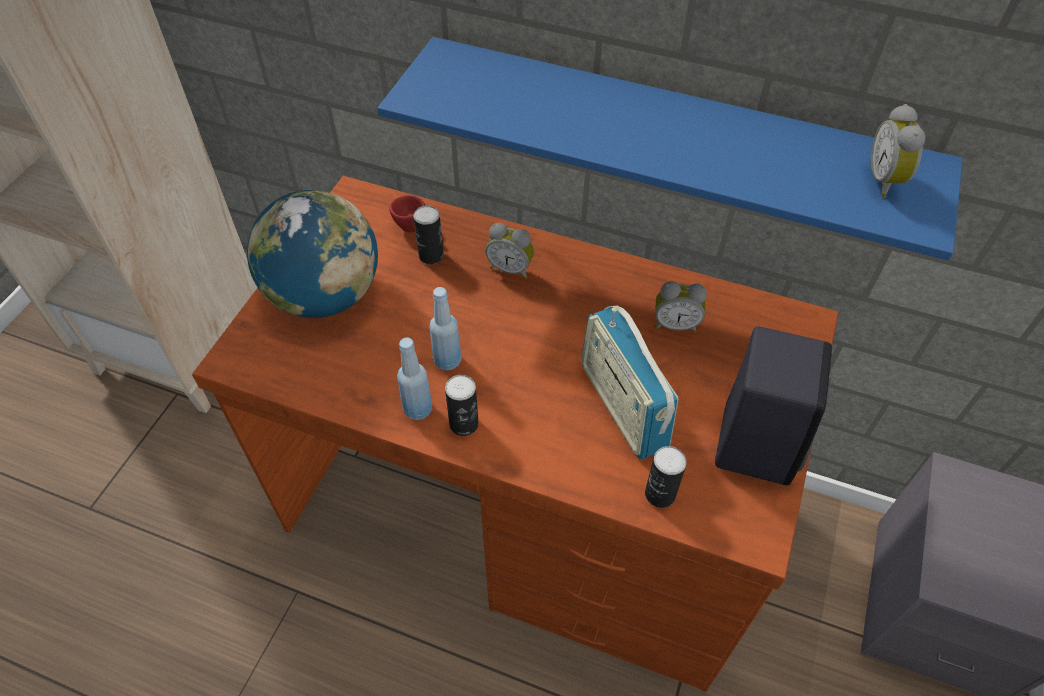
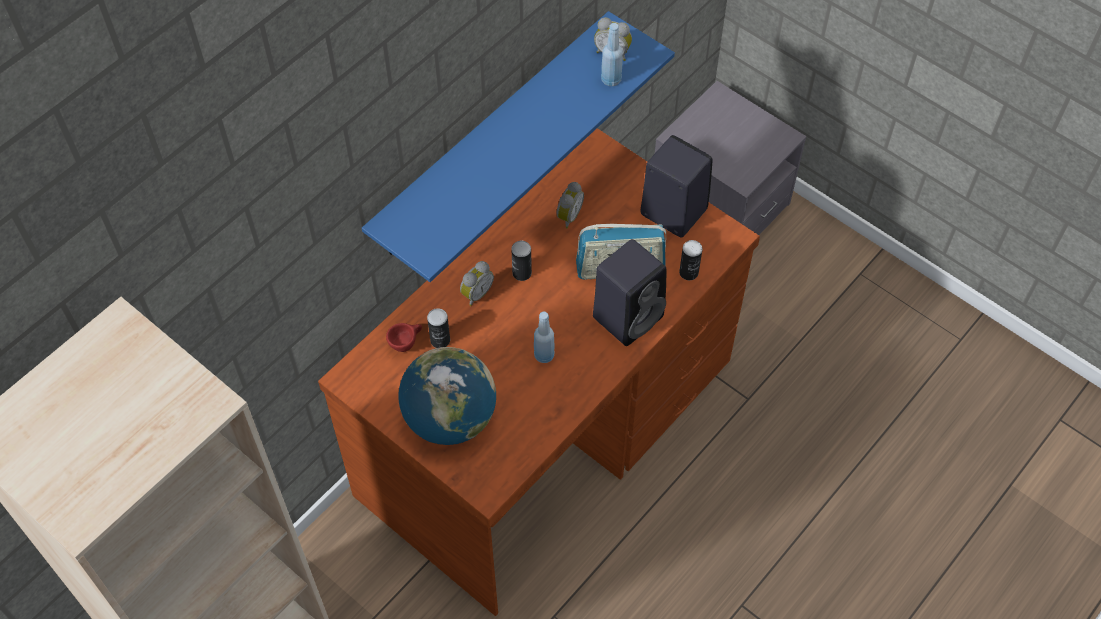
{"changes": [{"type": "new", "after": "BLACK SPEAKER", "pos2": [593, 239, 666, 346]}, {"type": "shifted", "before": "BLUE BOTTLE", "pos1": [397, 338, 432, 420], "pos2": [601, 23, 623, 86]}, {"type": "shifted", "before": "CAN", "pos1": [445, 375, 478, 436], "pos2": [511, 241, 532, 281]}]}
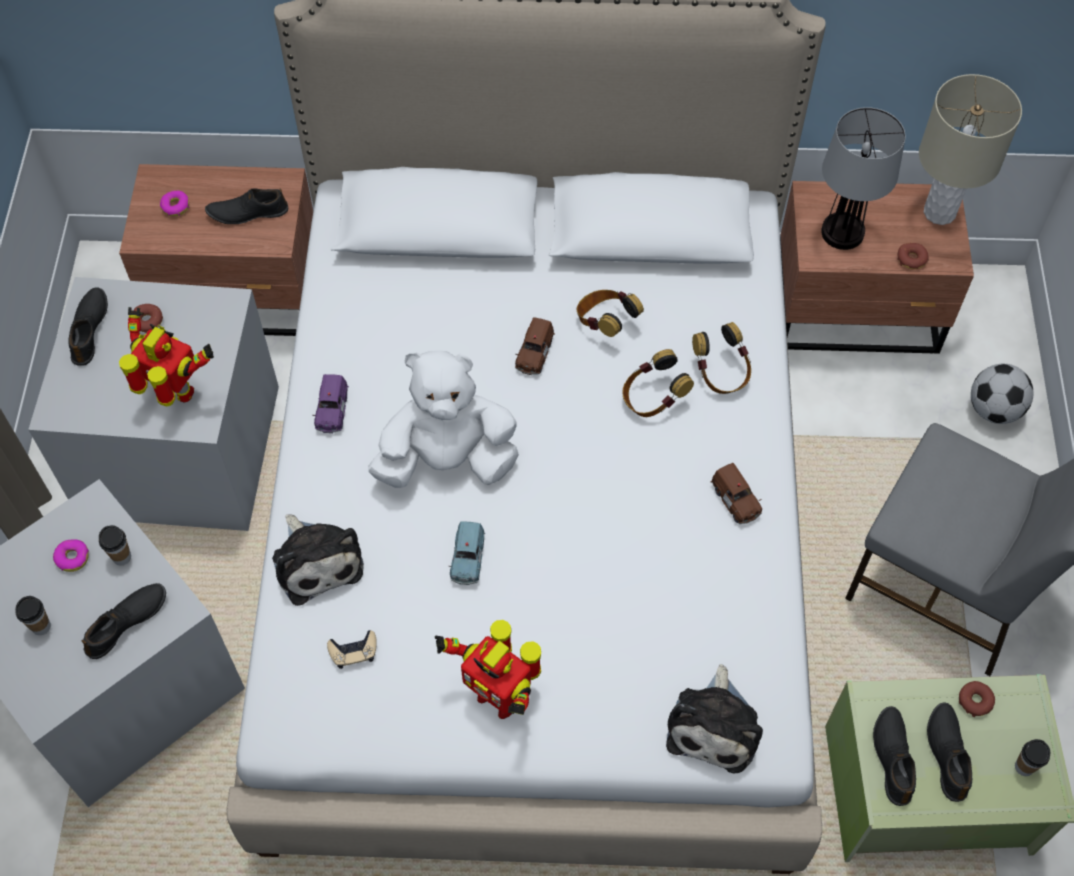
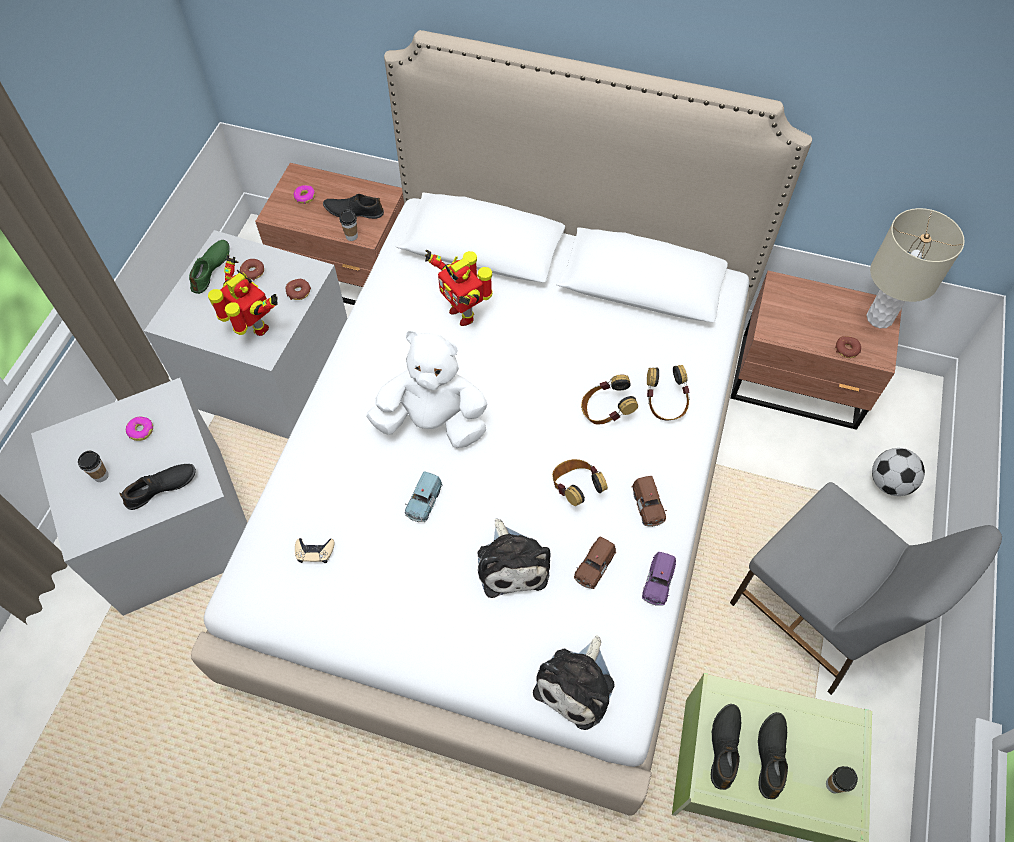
{"changes": [{"type": "gone", "before": "TABLE LAMP", "pos1": [821, 107, 905, 250]}, {"type": "shifted", "before": "CUP", "pos1": [99, 525, 131, 565], "pos2": [340, 210, 358, 241]}, {"type": "shifted", "before": "PLUSH TOY", "pos1": [272, 514, 364, 606], "pos2": [477, 519, 551, 598]}, {"type": "shifted", "before": "PURPLE TOY CAR", "pos1": [312, 374, 349, 433], "pos2": [642, 552, 676, 606]}, {"type": "shifted", "before": "TOY ROBOT", "pos1": [435, 620, 541, 719], "pos2": [425, 249, 493, 326]}, {"type": "shifted", "before": "BROWN TOY CAR", "pos1": [515, 317, 555, 375], "pos2": [574, 537, 616, 589]}, {"type": "shifted", "before": "HEADPHONES", "pos1": [577, 290, 644, 337], "pos2": [552, 459, 608, 506]}, {"type": "shifted", "before": "DONUT", "pos1": [959, 681, 995, 717], "pos2": [286, 279, 311, 300]}, {"type": "repainted", "before": "BLACK SHOE", "after": "GREEN SHOE", "pos1": [68, 287, 108, 366], "pos2": [189, 240, 230, 294]}]}
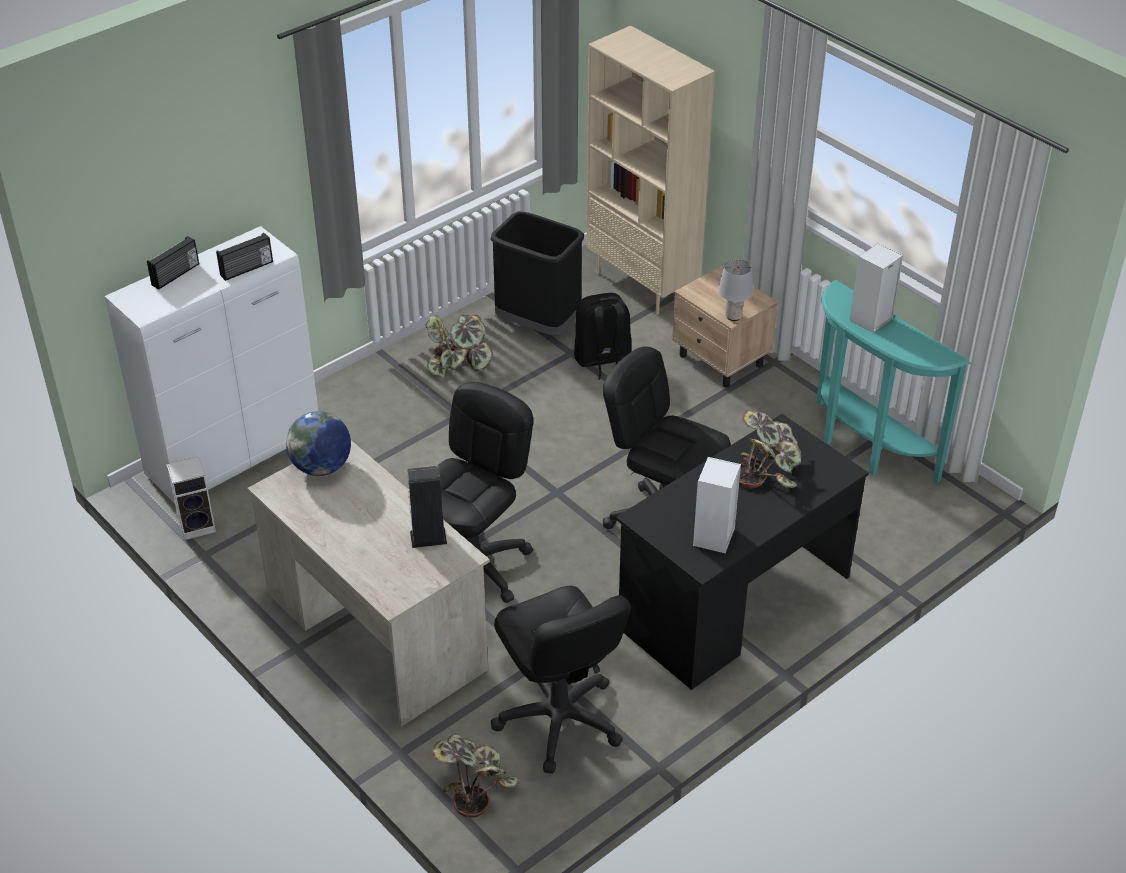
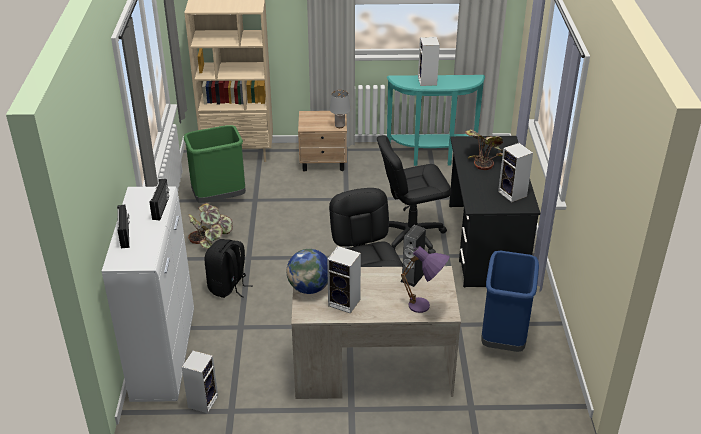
{"changes": [{"type": "gone", "before": "POTTED PLANT", "pos1": [432, 734, 519, 818]}, {"type": "new", "after": "SPEAKER", "pos2": [327, 246, 361, 314]}, {"type": "new", "after": "PURPLE TABLE LAMP", "pos2": [401, 246, 450, 313]}, {"type": "shifted", "before": "BLACK BACKPACK", "pos1": [574, 293, 632, 380], "pos2": [204, 239, 253, 298]}, {"type": "swapped", "before": "BLACK OFFICE CHAIR", "after": "BLUE TRASH CAN", "pos1": [491, 586, 631, 774], "pos2": [481, 251, 539, 352]}, {"type": "repainted", "before": "BLACK TRASH CAN", "after": "GREEN TRASH CAN", "pos1": [490, 211, 584, 335], "pos2": [184, 125, 246, 203]}]}
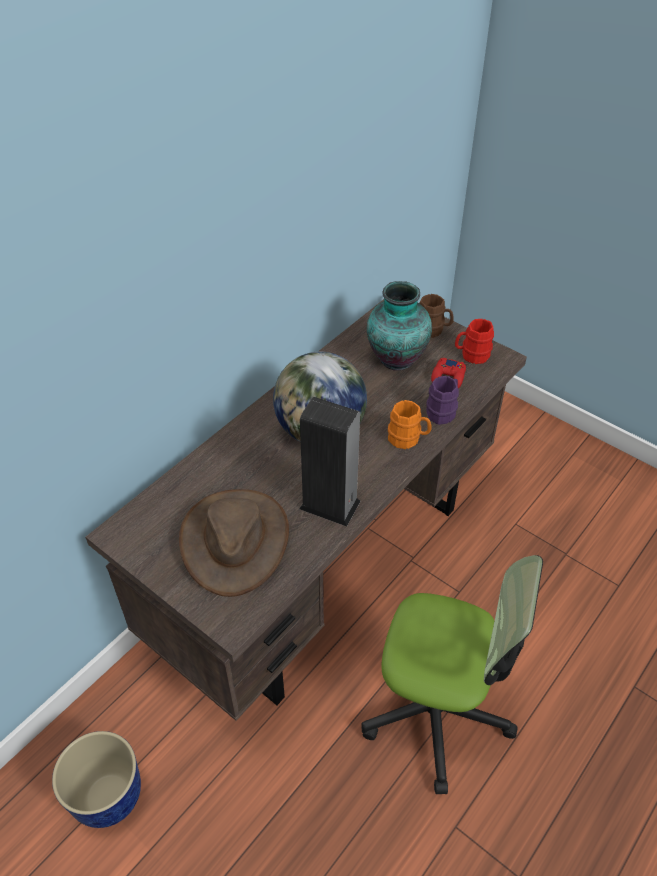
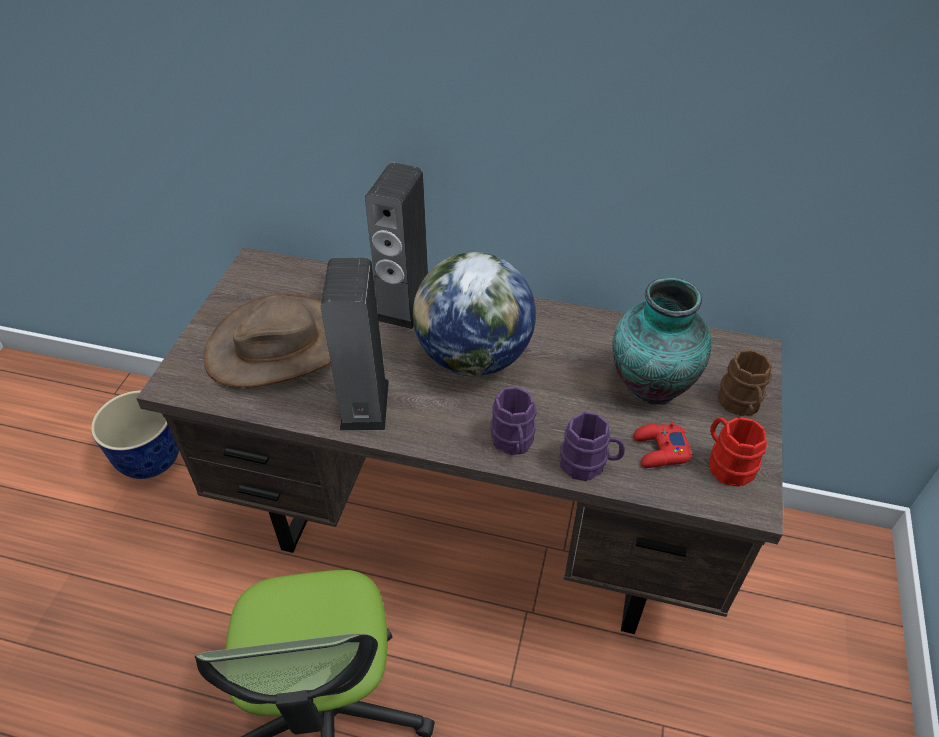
{"changes": [{"type": "new", "after": "SPEAKER", "pos2": [365, 162, 428, 329]}, {"type": "repainted", "before": "ORANGE MUG", "after": "PURPLE MUG", "pos1": [388, 400, 431, 449], "pos2": [490, 387, 536, 455]}]}
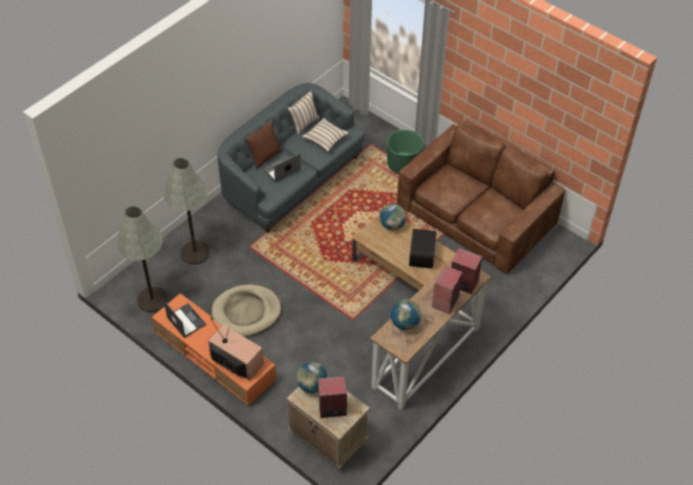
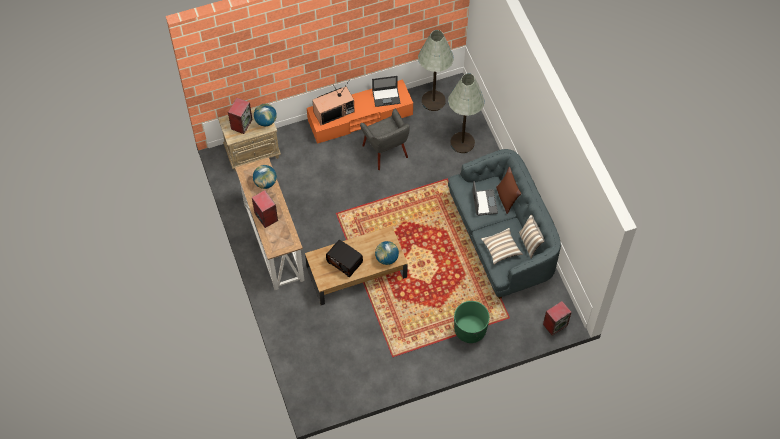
{"changes": [{"type": "gone", "before": "BROWN SOFA", "pos1": [397, 120, 565, 274]}, {"type": "shifted", "before": "SPEAKER", "pos1": [451, 248, 483, 294], "pos2": [543, 301, 572, 336]}, {"type": "swapped", "before": "BEIGE DOG BED", "after": "GREY ARMCHAIR", "pos1": [212, 284, 281, 337], "pos2": [360, 109, 410, 170]}]}
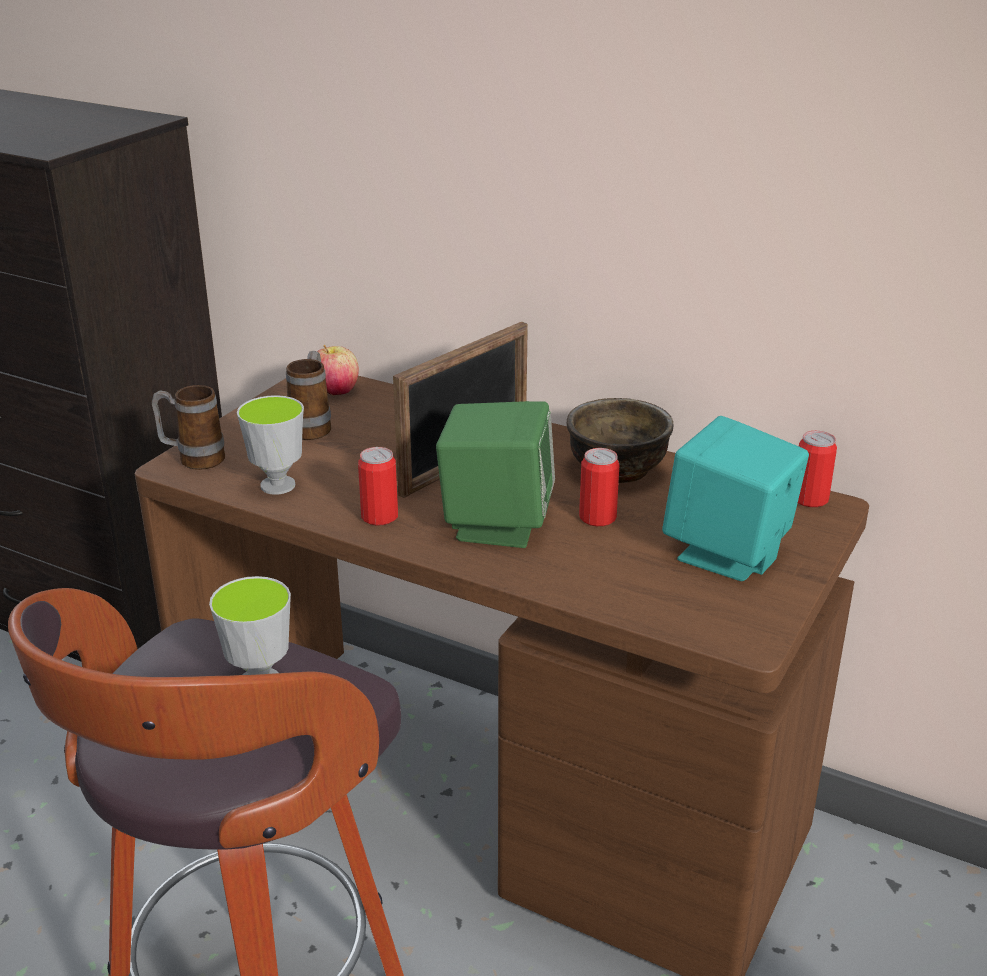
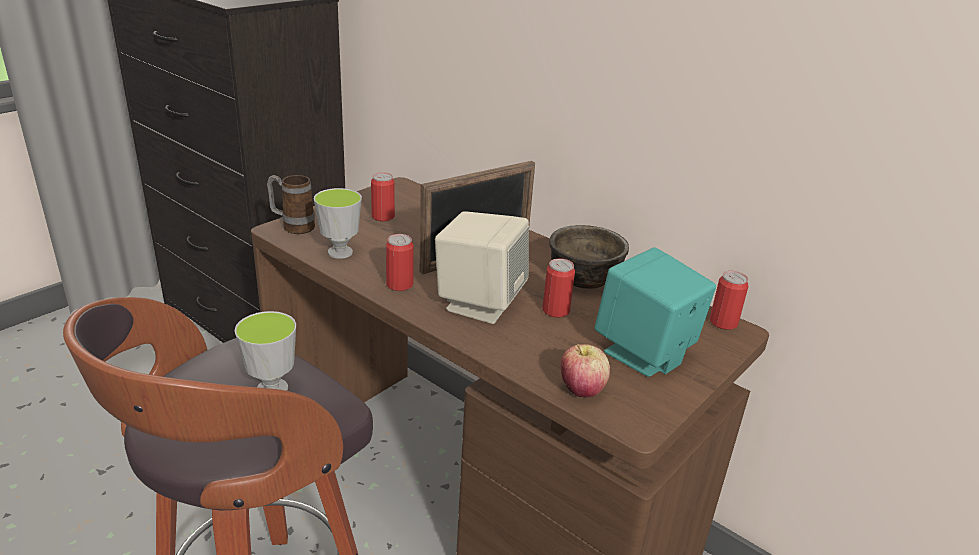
{"changes": [{"type": "shifted", "before": "APPLE", "pos1": [317, 345, 359, 395], "pos2": [561, 344, 610, 397]}, {"type": "swapped", "before": "MUG", "after": "CAN", "pos1": [286, 351, 331, 440], "pos2": [371, 172, 395, 221]}, {"type": "repainted", "before": "GREEN SPEAKER", "after": "BEIGE SPEAKER", "pos1": [436, 401, 555, 548], "pos2": [435, 211, 529, 324]}]}
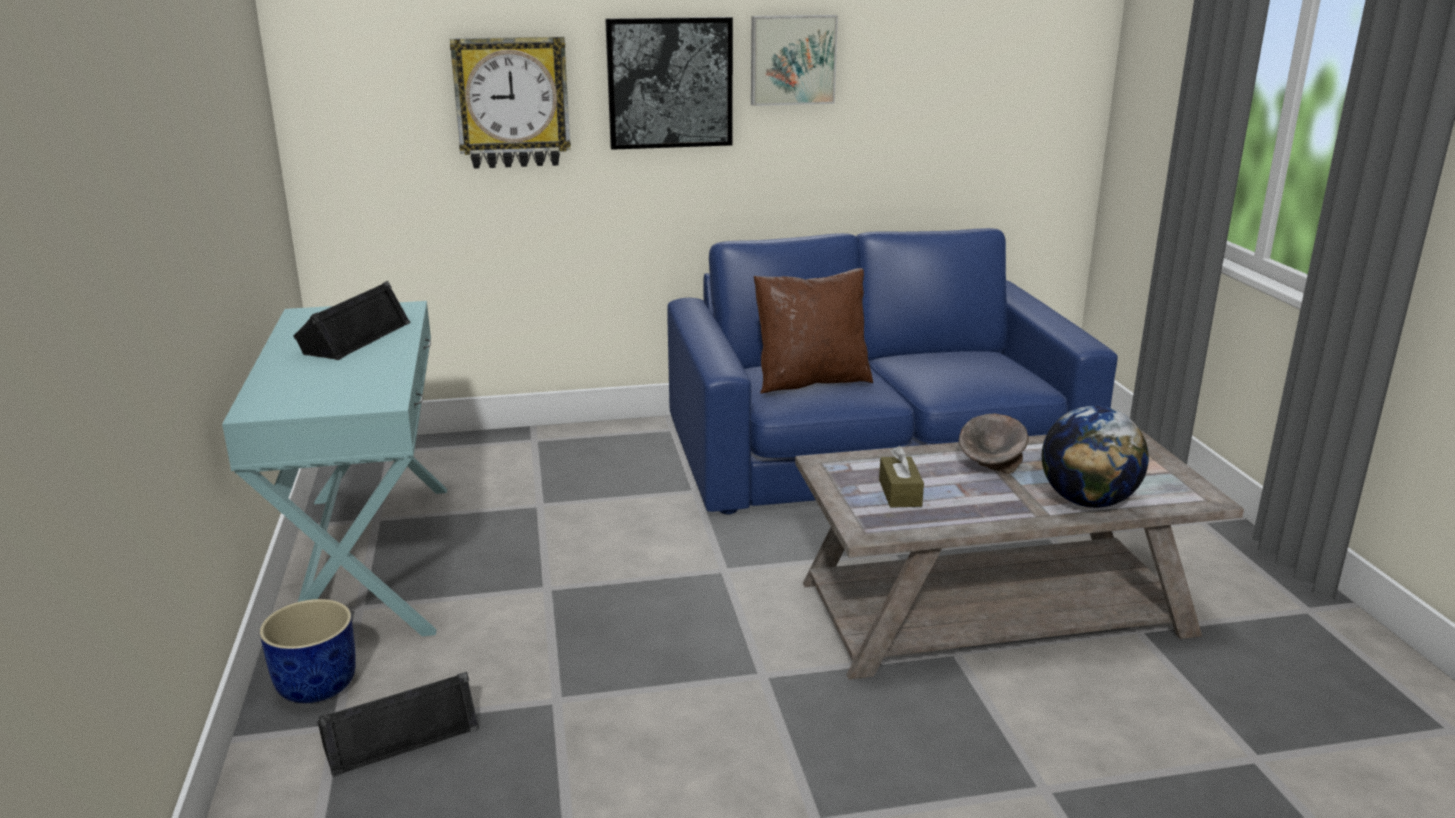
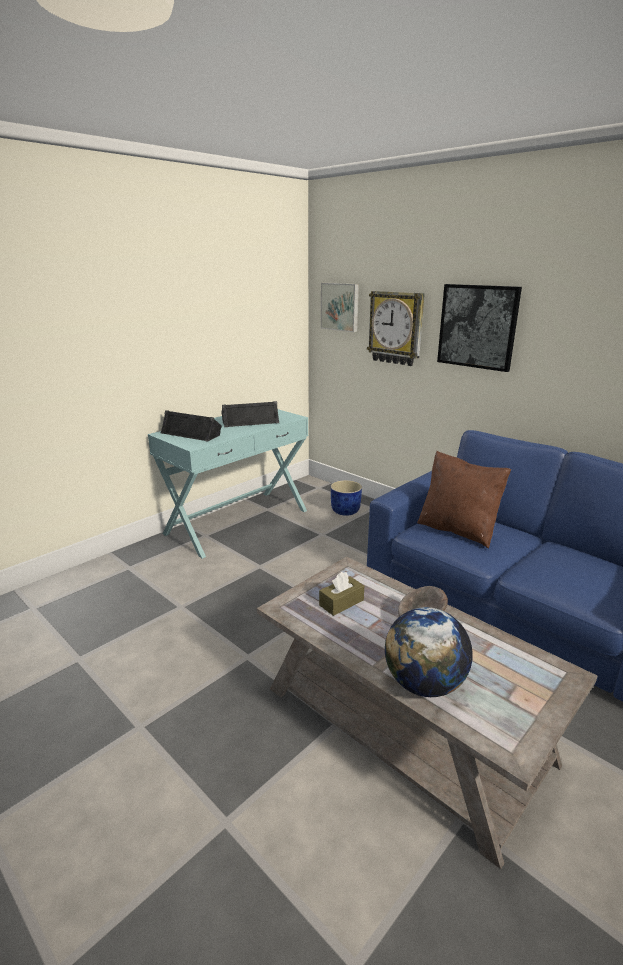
{"changes": [{"type": "shifted", "before": "BLUE PLANTER", "pos1": [259, 599, 356, 703], "pos2": [331, 480, 362, 516]}, {"type": "shifted", "before": "BLACK SPEAKER", "pos1": [317, 672, 479, 777], "pos2": [161, 410, 222, 442]}, {"type": "shifted", "before": "PICTURE", "pos1": [751, 15, 838, 106], "pos2": [321, 283, 359, 332]}]}
